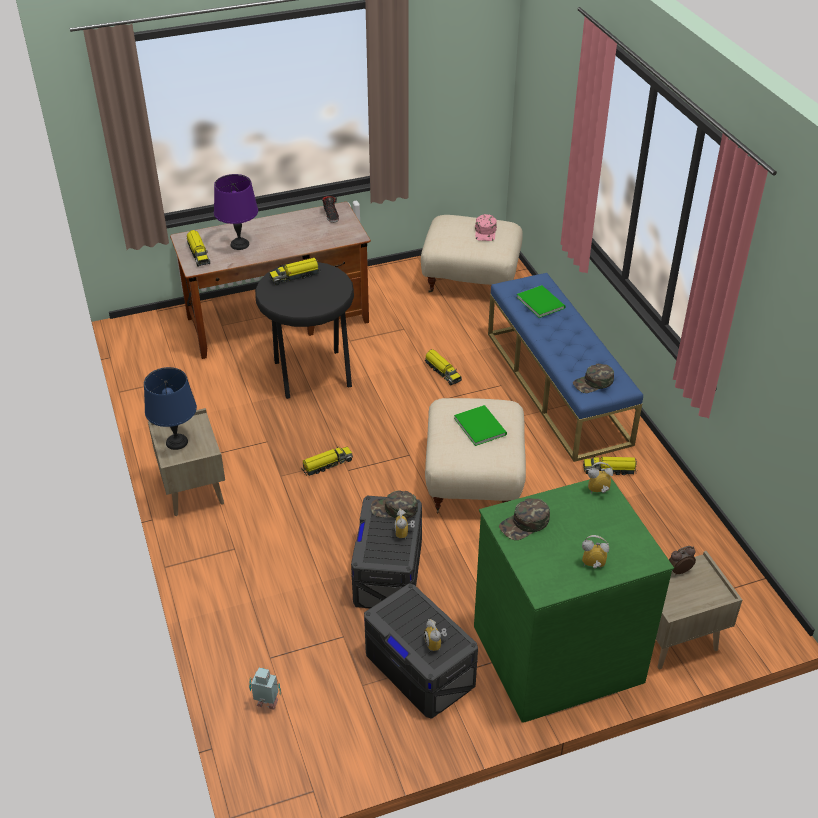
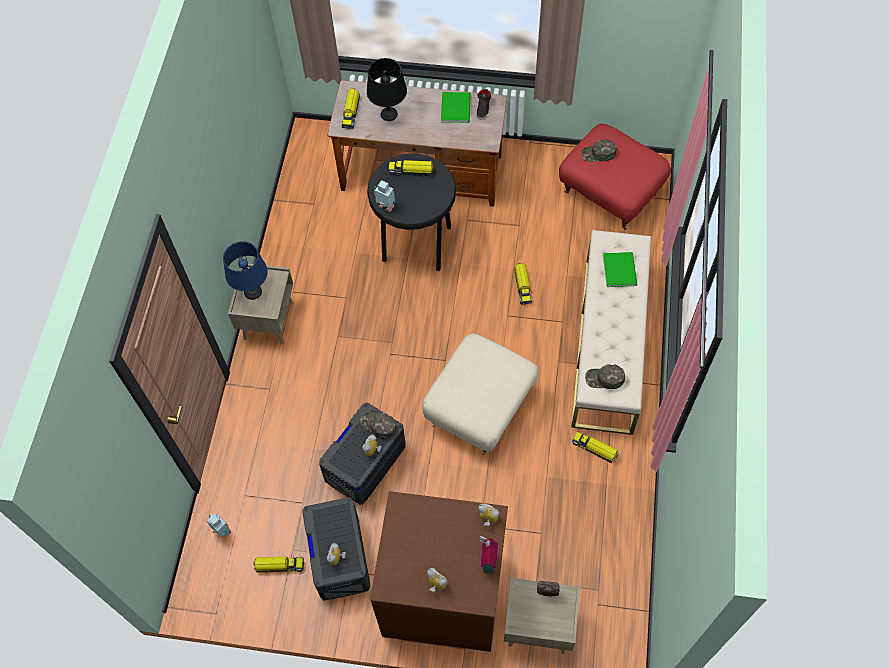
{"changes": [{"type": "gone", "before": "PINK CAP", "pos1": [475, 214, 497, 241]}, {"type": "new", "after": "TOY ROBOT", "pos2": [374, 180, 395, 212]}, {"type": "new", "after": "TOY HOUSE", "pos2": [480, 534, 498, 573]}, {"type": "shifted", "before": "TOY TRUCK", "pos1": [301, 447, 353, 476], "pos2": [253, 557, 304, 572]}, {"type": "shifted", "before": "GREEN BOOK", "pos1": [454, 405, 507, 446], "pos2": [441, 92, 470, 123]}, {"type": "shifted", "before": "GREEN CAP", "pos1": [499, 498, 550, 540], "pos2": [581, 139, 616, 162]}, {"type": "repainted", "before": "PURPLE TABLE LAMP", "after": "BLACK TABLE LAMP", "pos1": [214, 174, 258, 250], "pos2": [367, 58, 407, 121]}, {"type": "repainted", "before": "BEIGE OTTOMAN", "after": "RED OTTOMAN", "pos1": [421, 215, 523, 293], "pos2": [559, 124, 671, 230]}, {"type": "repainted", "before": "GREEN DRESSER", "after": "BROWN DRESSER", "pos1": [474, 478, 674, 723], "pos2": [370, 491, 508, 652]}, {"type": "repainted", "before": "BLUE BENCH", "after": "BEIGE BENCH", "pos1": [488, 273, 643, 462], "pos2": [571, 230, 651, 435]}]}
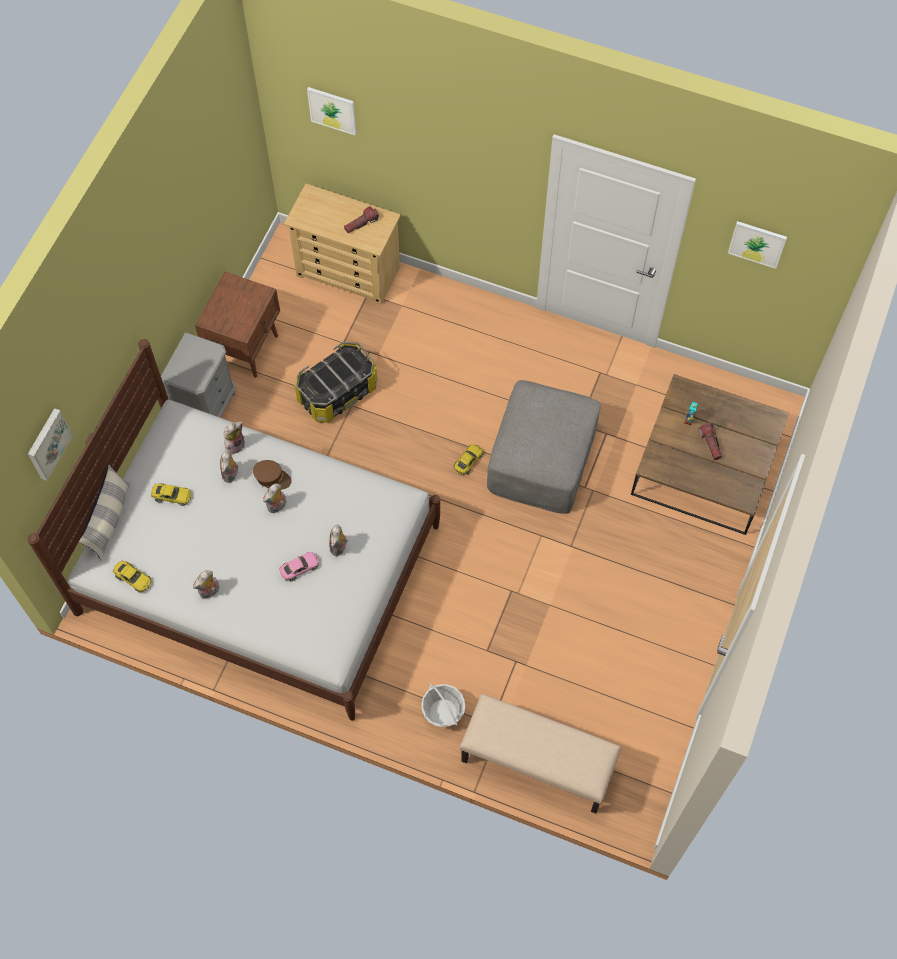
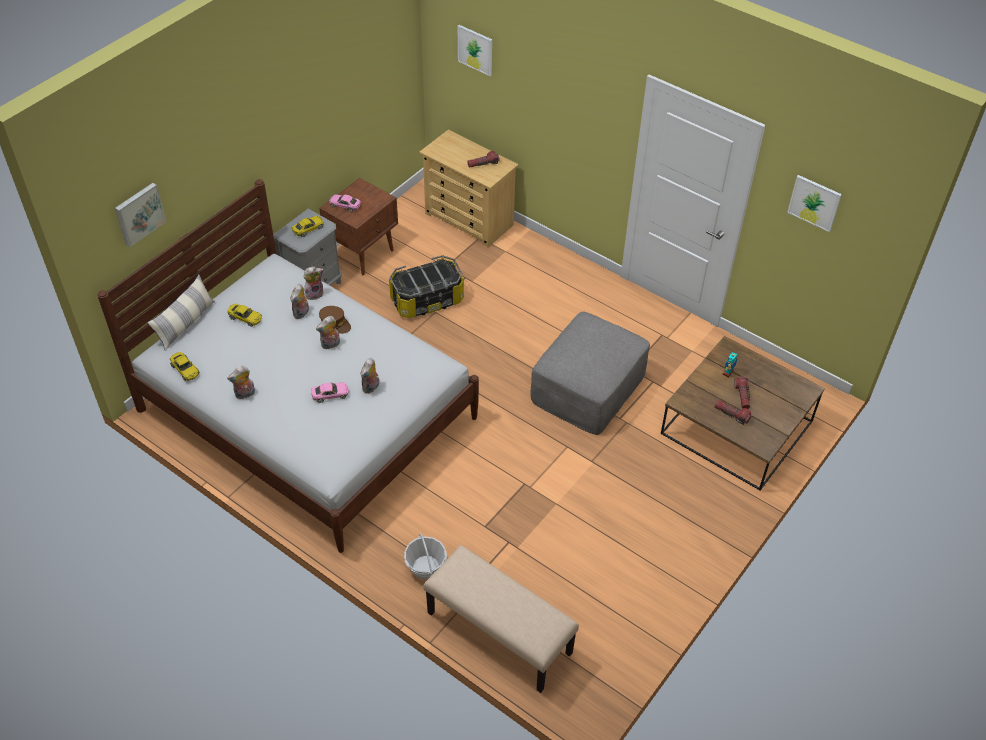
{"changes": [{"type": "new", "after": "PINK TOY CAR", "pos2": [329, 194, 361, 212]}, {"type": "new", "after": "FLASHLIGHT", "pos2": [715, 400, 751, 425]}, {"type": "shifted", "before": "YELLOW TOY CAR", "pos1": [453, 444, 483, 475], "pos2": [292, 216, 324, 237]}]}
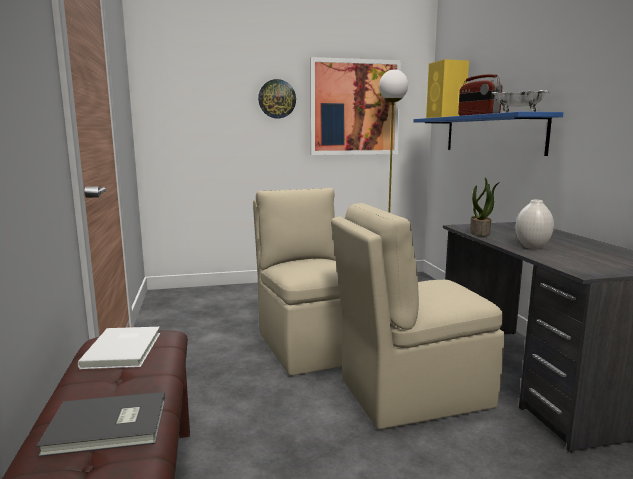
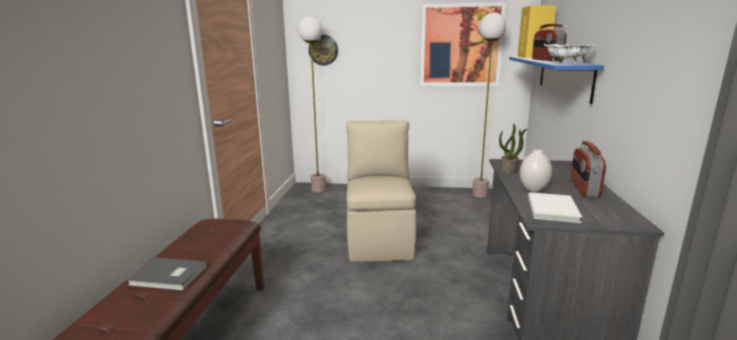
{"changes": [{"type": "gone", "before": "BEIGE CHAIR", "pos1": [331, 203, 505, 429]}, {"type": "new", "after": "FLOOR LAMP", "pos2": [298, 16, 326, 193]}, {"type": "new", "after": "RADIO", "pos2": [570, 141, 606, 198]}, {"type": "shifted", "before": "WHITE BOOK", "pos1": [78, 327, 160, 369], "pos2": [528, 192, 582, 223]}, {"type": "shifted", "before": "WALL CLOCK", "pos1": [258, 79, 296, 119], "pos2": [309, 35, 338, 66]}]}
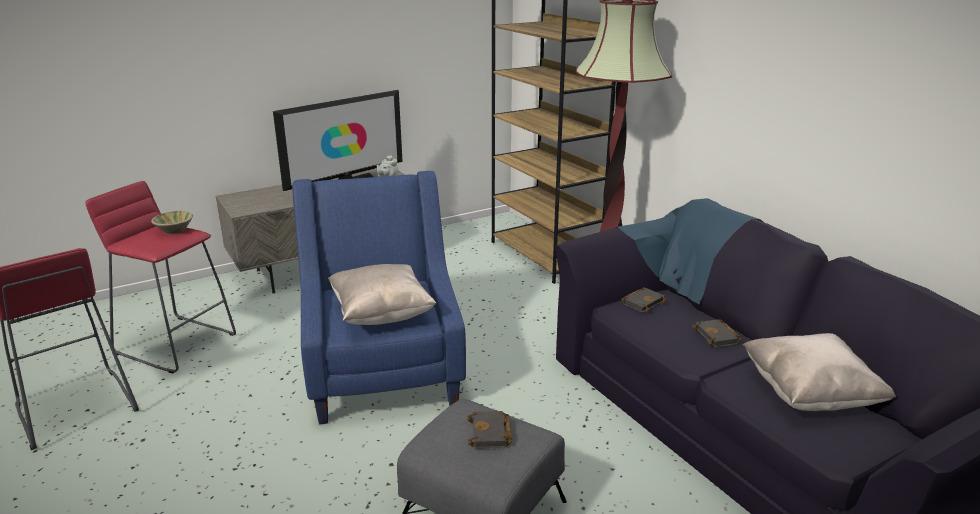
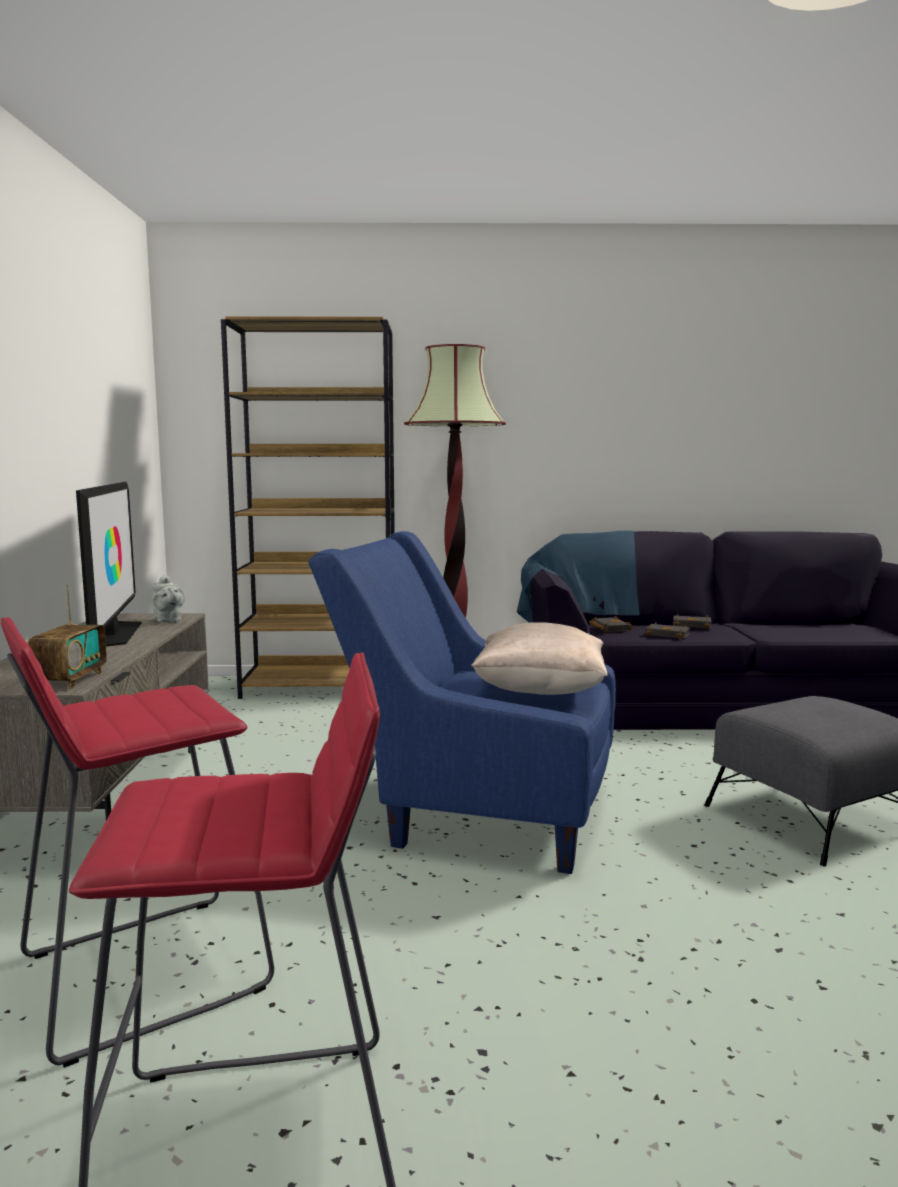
{"changes": [{"type": "gone", "before": "BEIGE BOWL", "pos1": [151, 211, 193, 234]}, {"type": "gone", "before": "BEIGE PILLOW", "pos1": [742, 333, 896, 411]}, {"type": "new", "after": "RADIO", "pos2": [27, 585, 107, 690]}, {"type": "shifted", "before": "BLACK BOOK", "pos1": [467, 411, 512, 448], "pos2": [646, 622, 690, 639]}]}
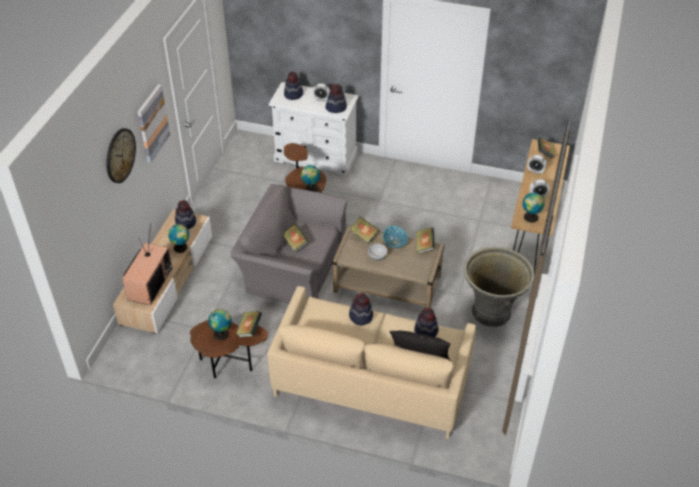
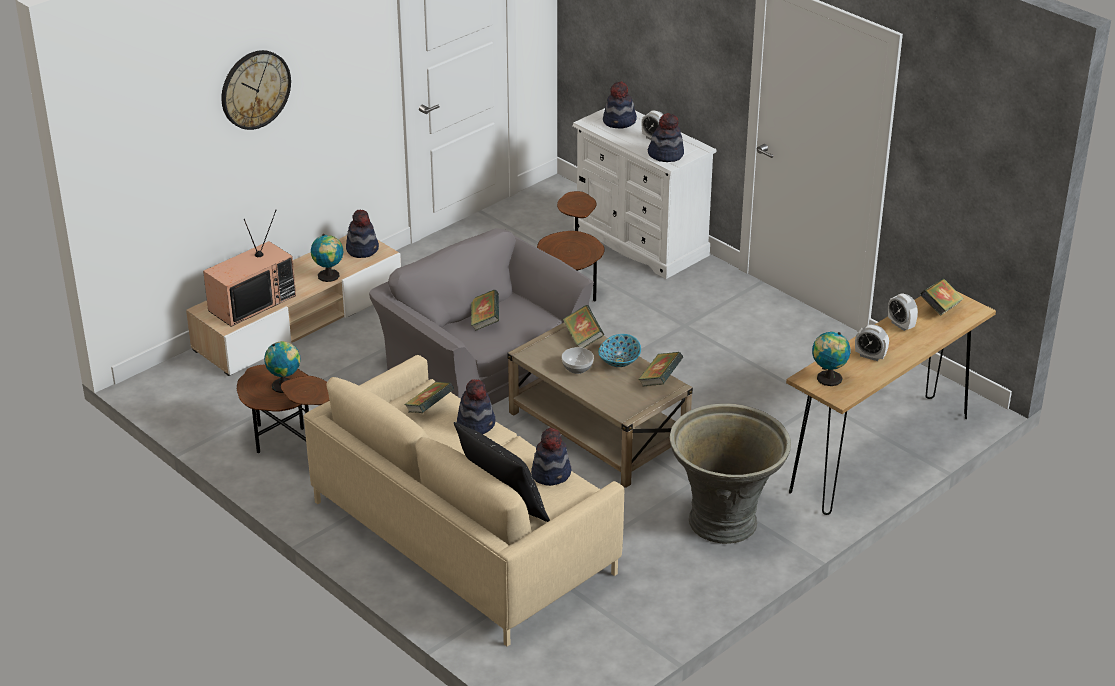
{"changes": [{"type": "gone", "before": "PICTURE", "pos1": [138, 84, 170, 163]}, {"type": "gone", "before": "GLOBE", "pos1": [301, 165, 320, 191]}, {"type": "shifted", "before": "BOOK", "pos1": [236, 311, 262, 338], "pos2": [404, 382, 454, 413]}]}
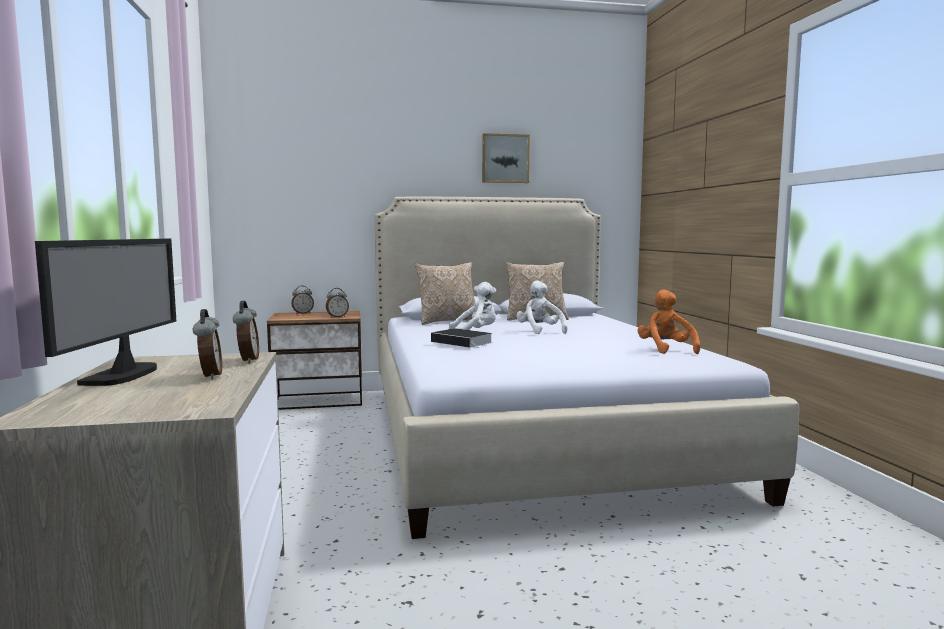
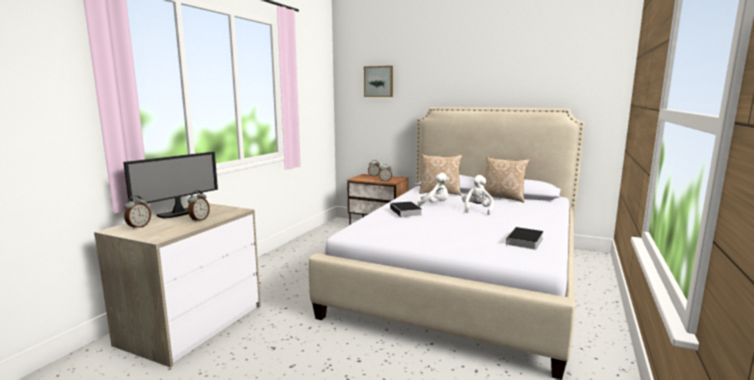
{"changes": [{"type": "shifted", "before": "ALARM CLOCK", "pos1": [233, 301, 259, 363], "pos2": [124, 196, 151, 229]}, {"type": "shifted", "before": "PICTURE", "pos1": [482, 133, 530, 183], "pos2": [364, 66, 393, 97]}, {"type": "swapped", "before": "ORANGE PLUSH TOY", "after": "BOOK", "pos1": [637, 289, 700, 354], "pos2": [506, 227, 544, 250]}]}
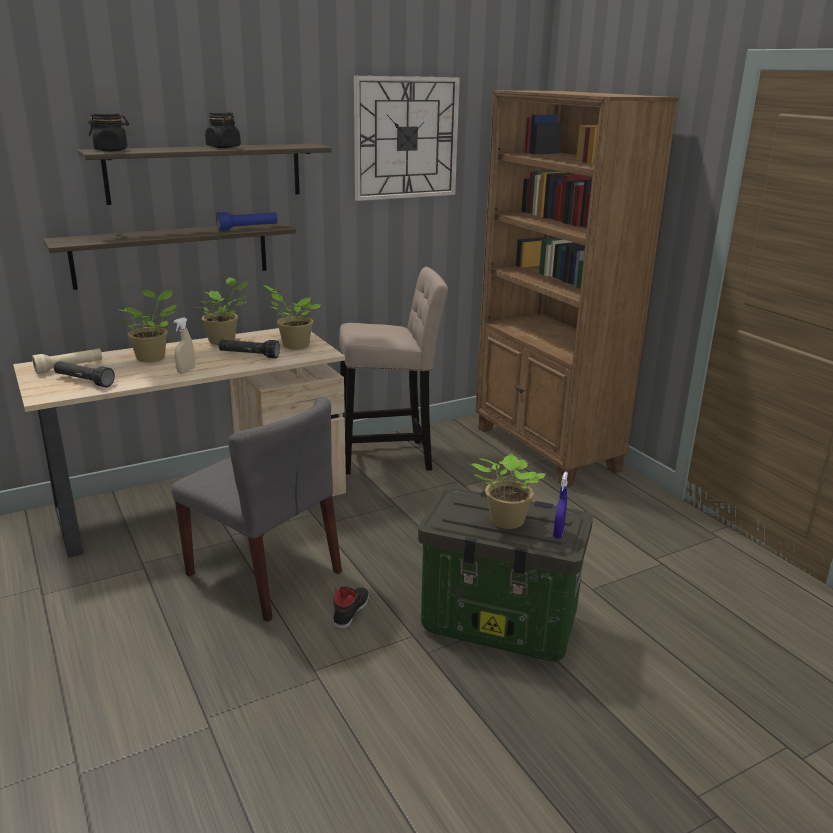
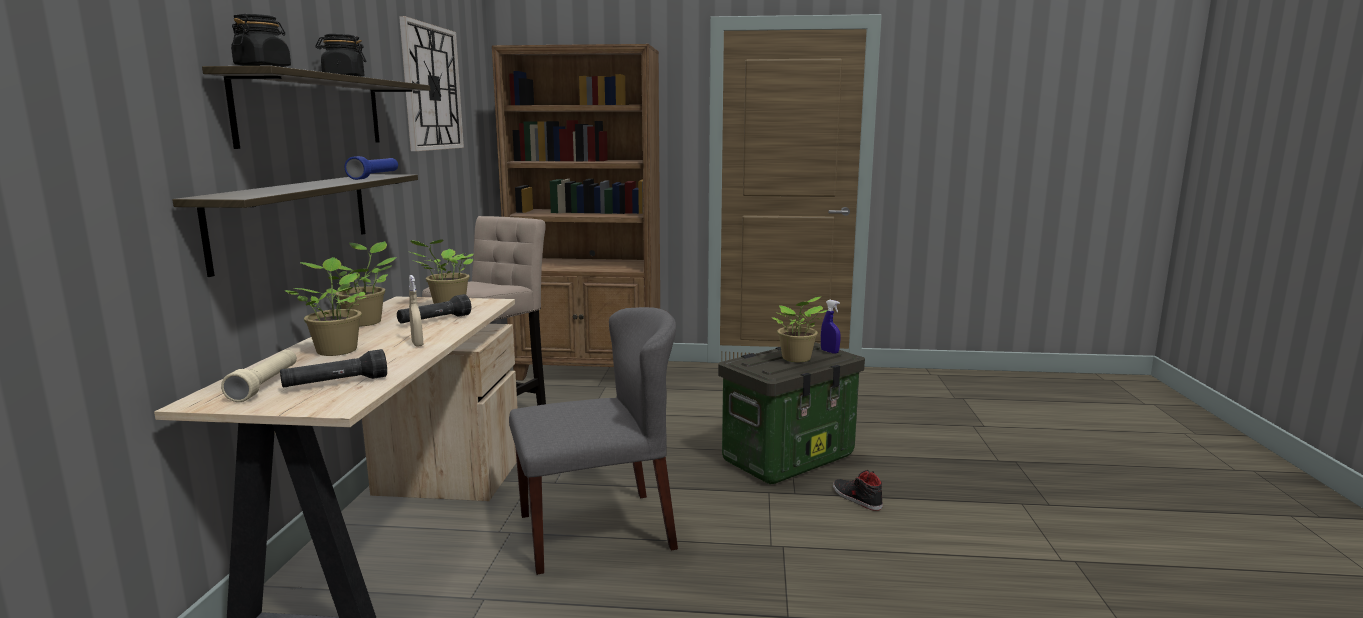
{"changes": [{"type": "shifted", "before": "BLACK SHOE", "pos1": [333, 586, 369, 629], "pos2": [833, 470, 883, 511]}]}
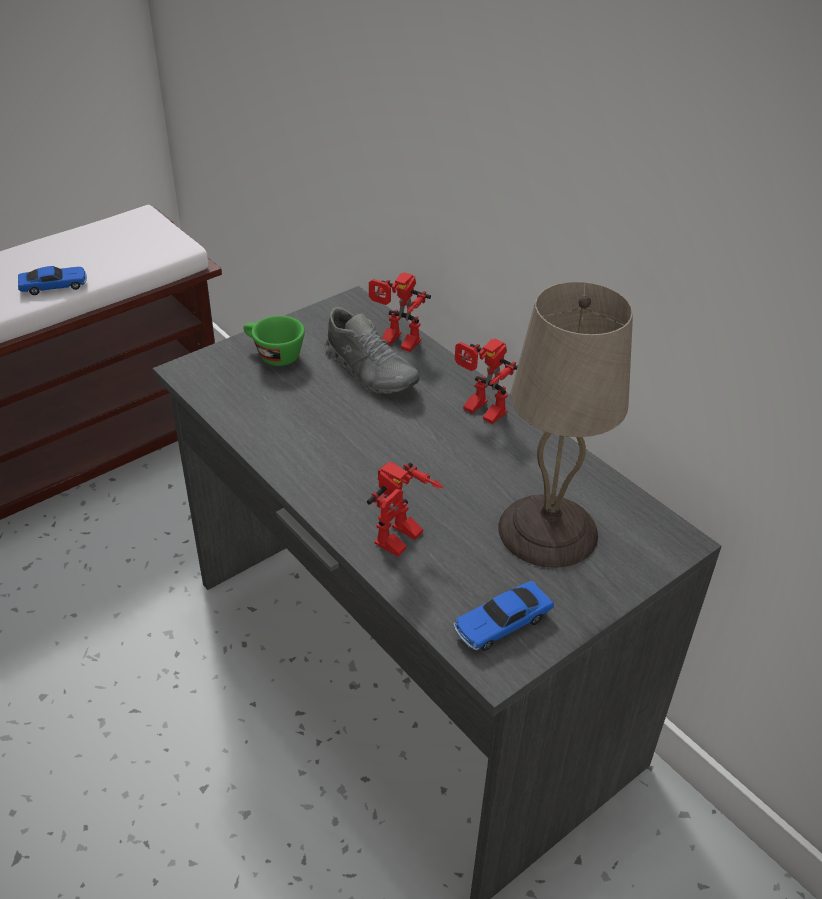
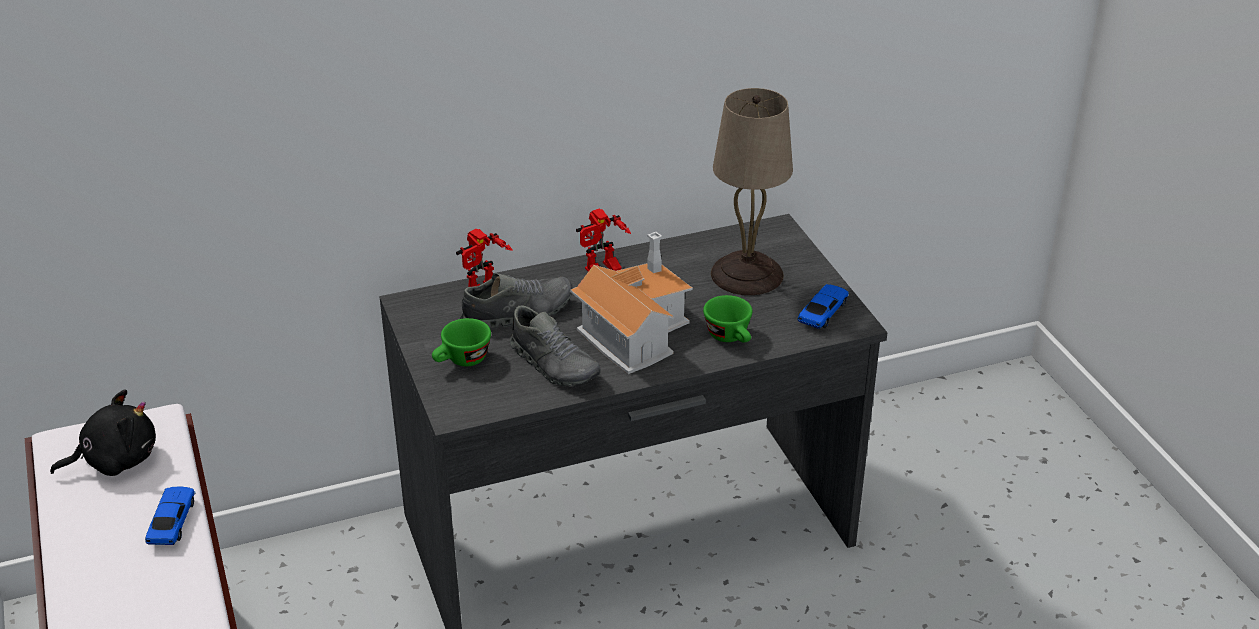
{"changes": [{"type": "new", "after": "BLACK PLUSH TOY", "pos2": [50, 389, 156, 476]}, {"type": "new", "after": "GREY SHOE", "pos2": [510, 305, 601, 386]}, {"type": "new", "after": "TOY HOUSE", "pos2": [570, 232, 693, 374]}, {"type": "swapped", "before": "TOY ROBOT", "after": "GREEN CUP", "pos1": [367, 462, 444, 557], "pos2": [703, 295, 752, 343]}, {"type": "rotated", "before": "TOY CAR", "pos1": [454, 581, 554, 651], "pos2": [798, 284, 849, 329], "turn": -135}]}
